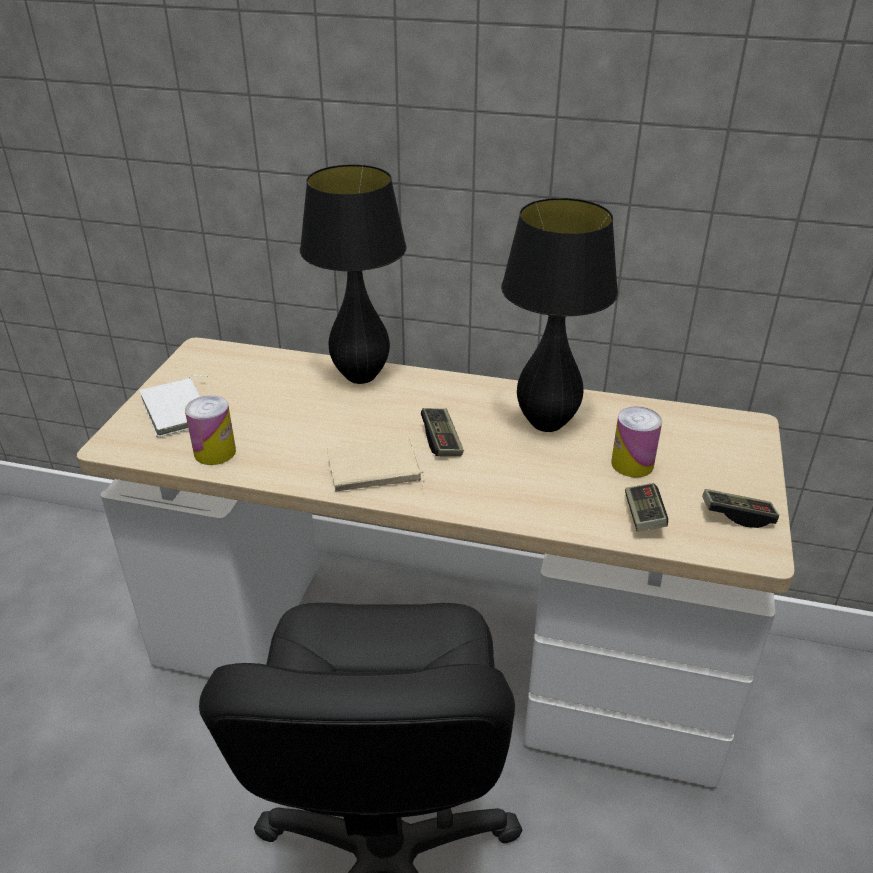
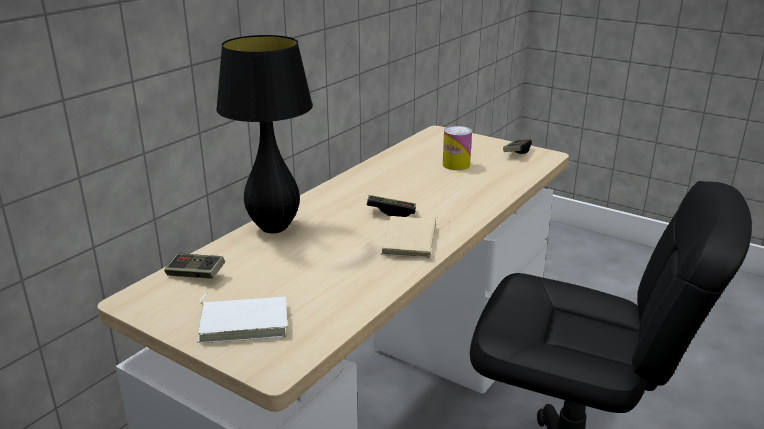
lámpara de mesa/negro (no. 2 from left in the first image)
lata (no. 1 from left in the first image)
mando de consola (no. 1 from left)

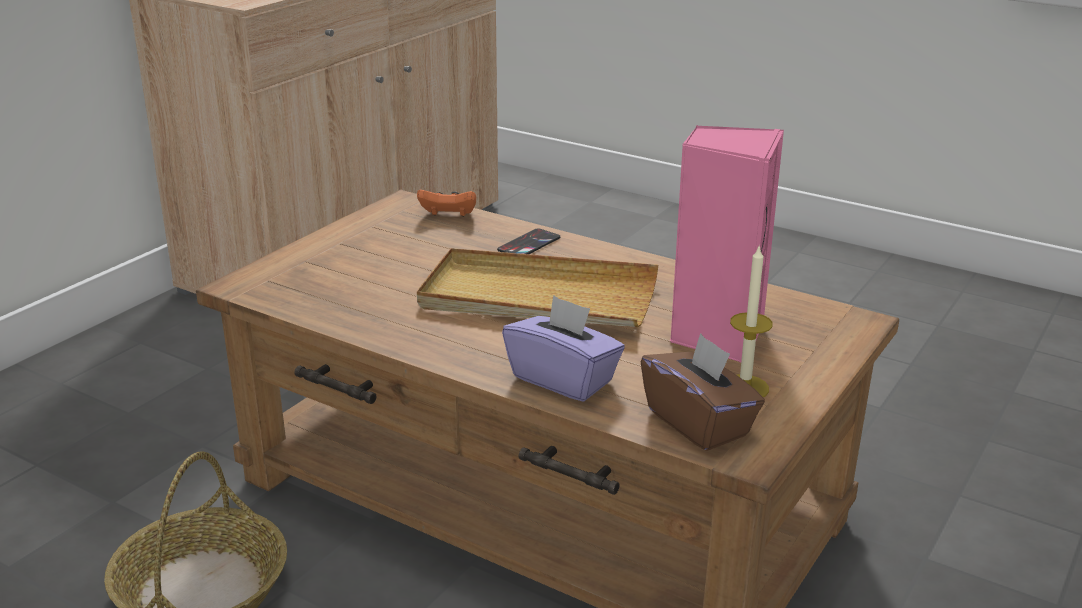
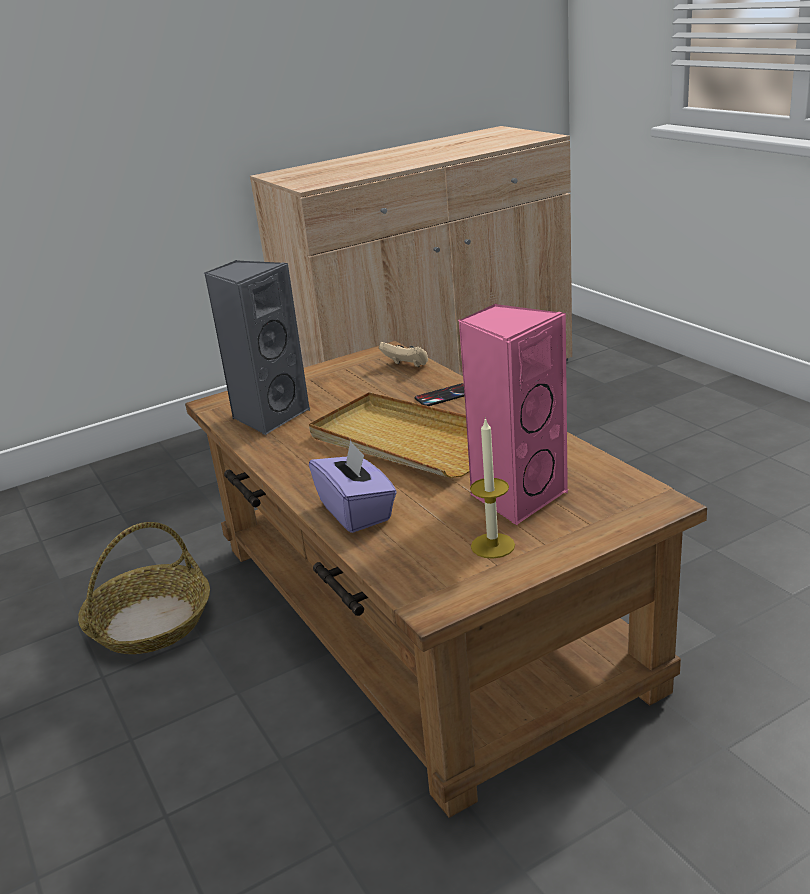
mando de consola/beis
caja de pañuelos/marrón
altavoz/gris

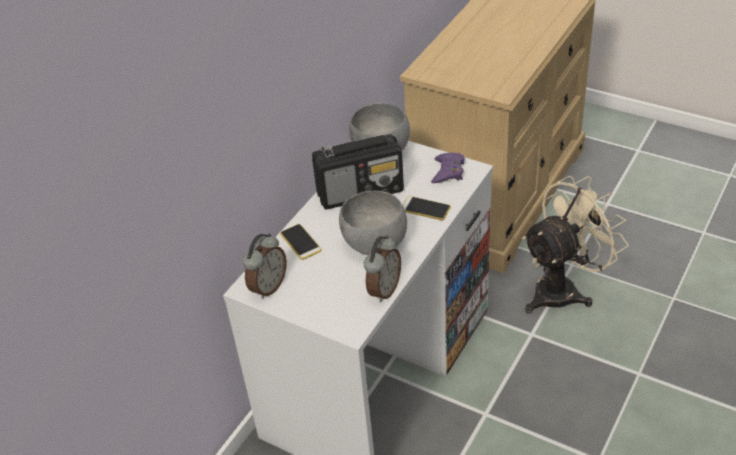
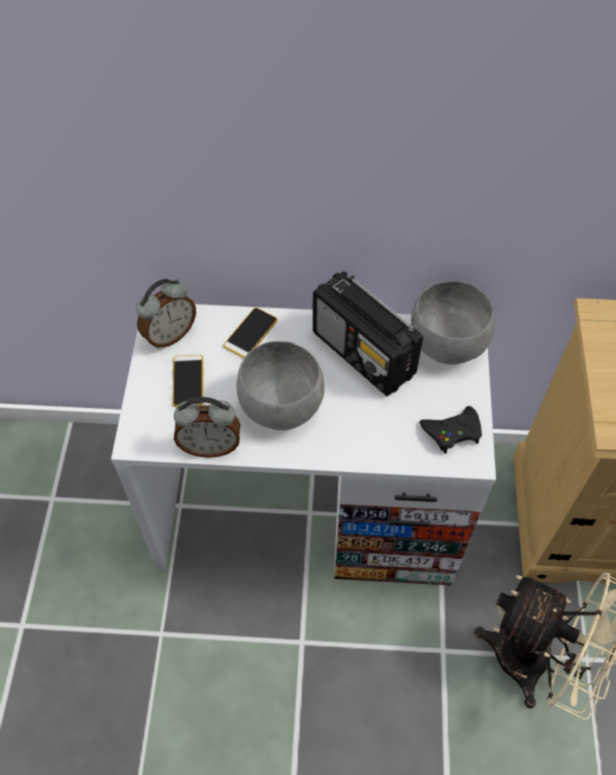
mando de consola/negro
móvil (no. 1 from left)
despertador (no. 1 from left)

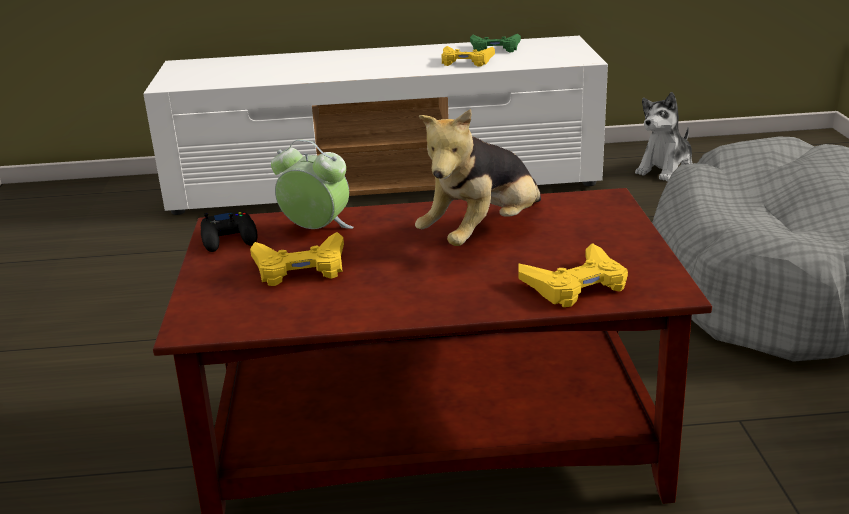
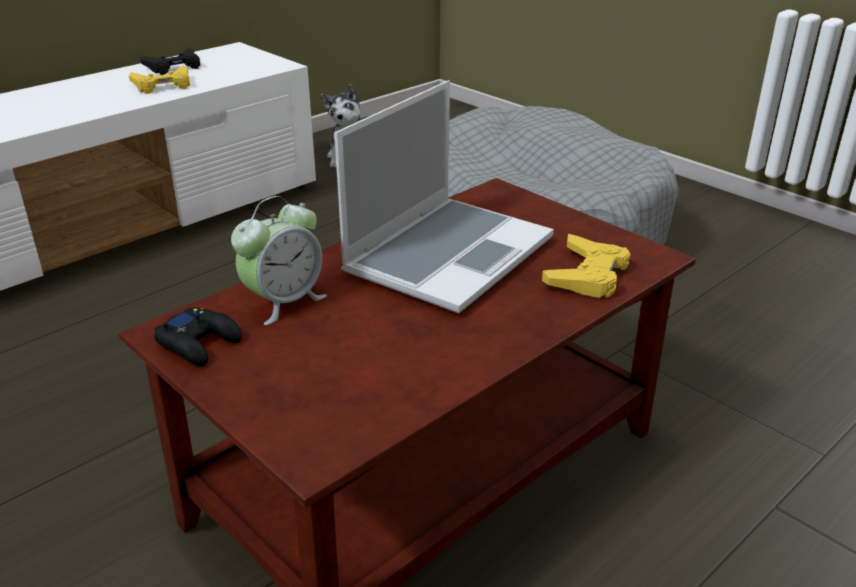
mando de consola/negro (no. 1 from left)
portátil
despertador
mando de consola/amarillo (no. 1 from left in the first image)

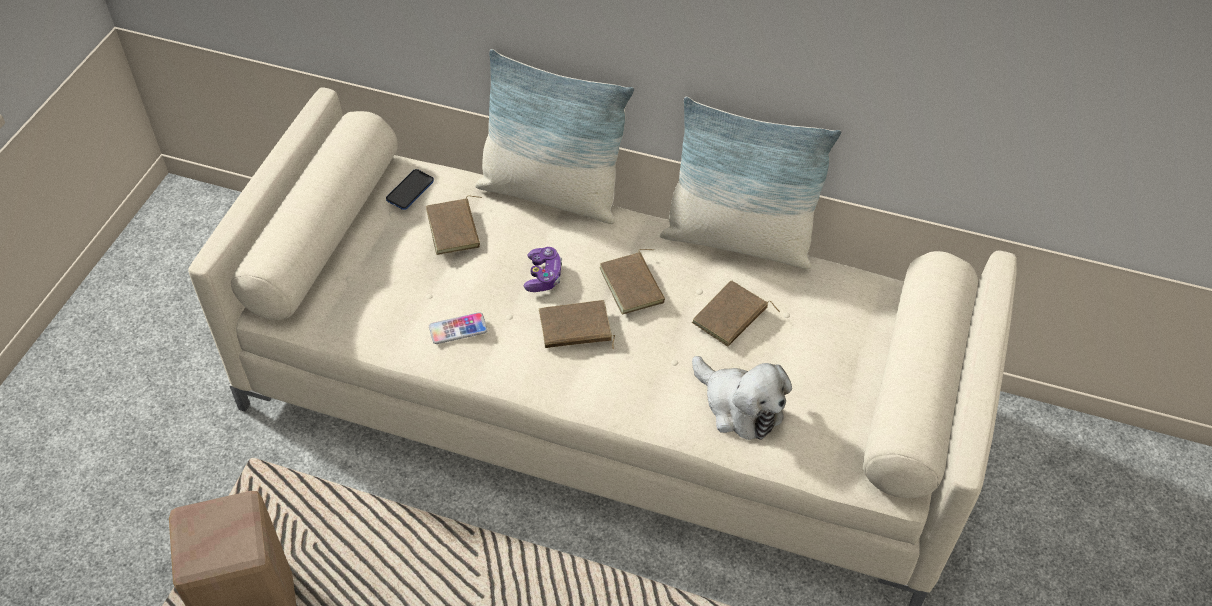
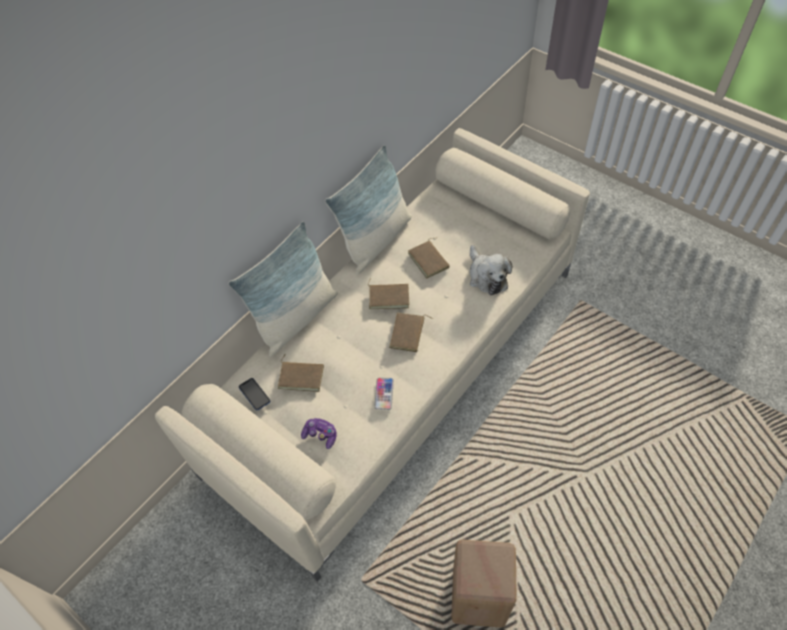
mando de consola
peluche

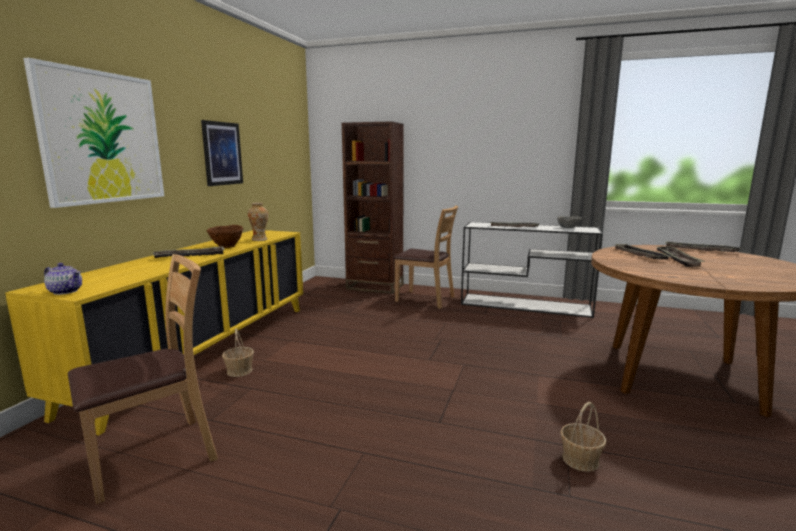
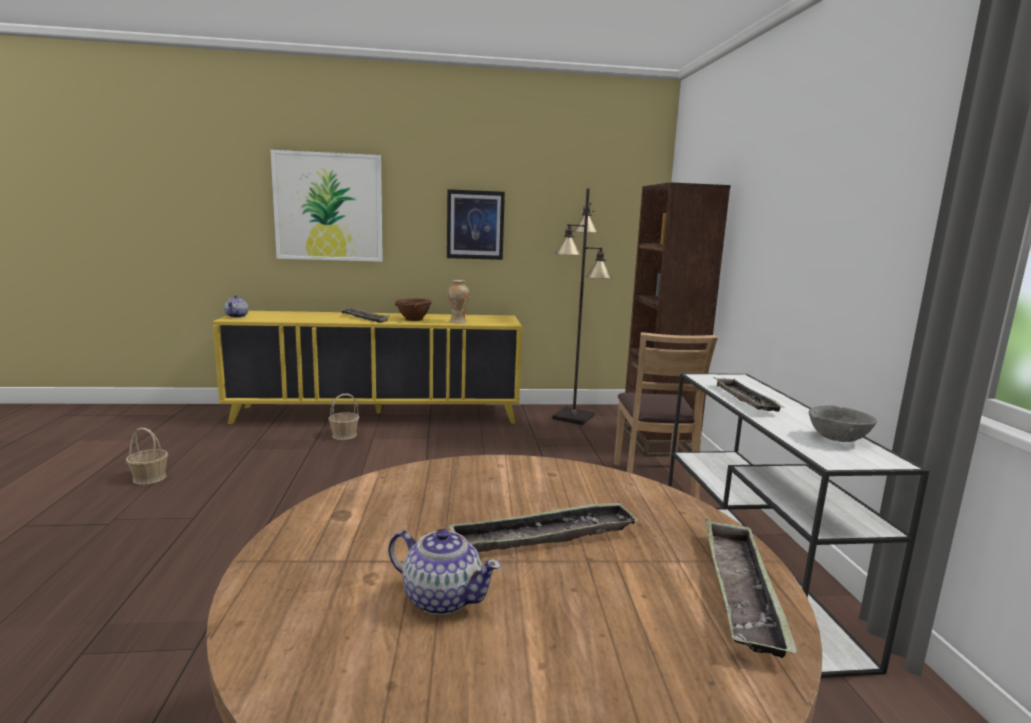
bandeja (no. 3 from left in the first image)
silla/marrón (no. 1 from left in the first image)
cesta (no. 1 from left)
lámpara de pie/negro
tetera (no. 2 from left)

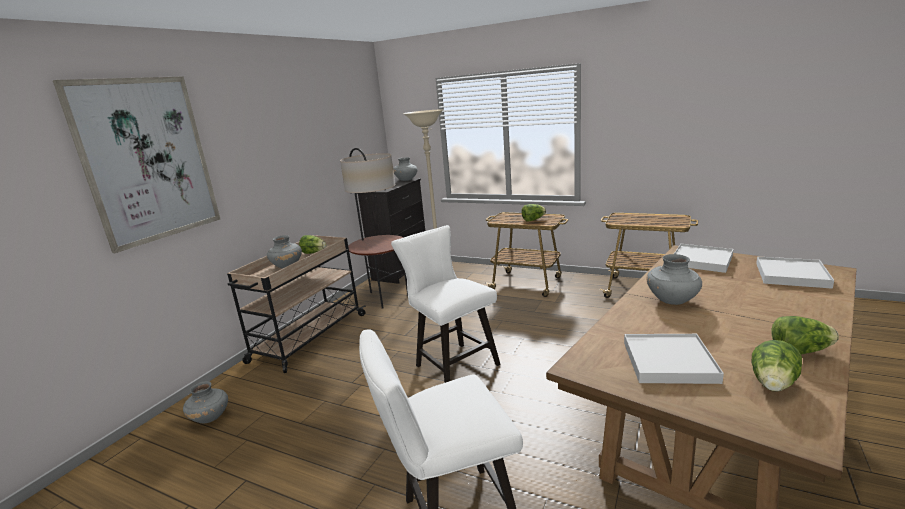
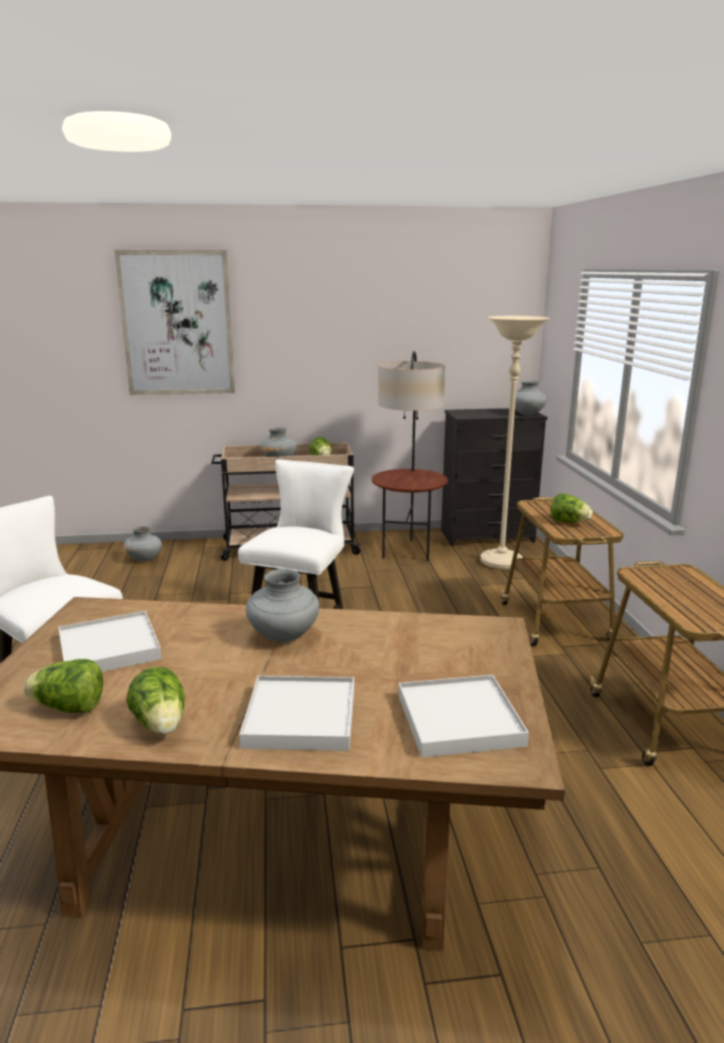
bandeja/blanco (no. 2 from left)

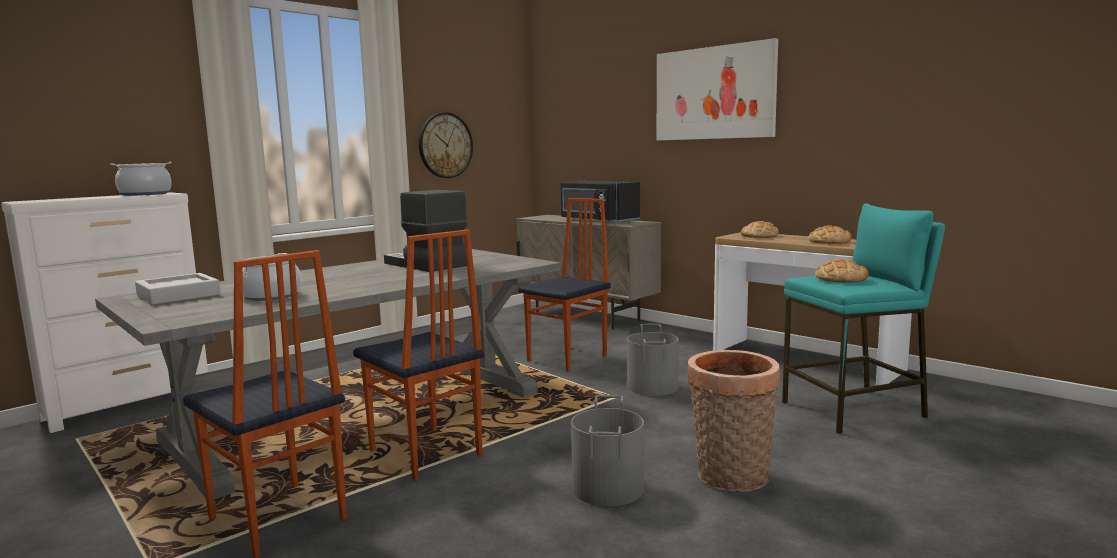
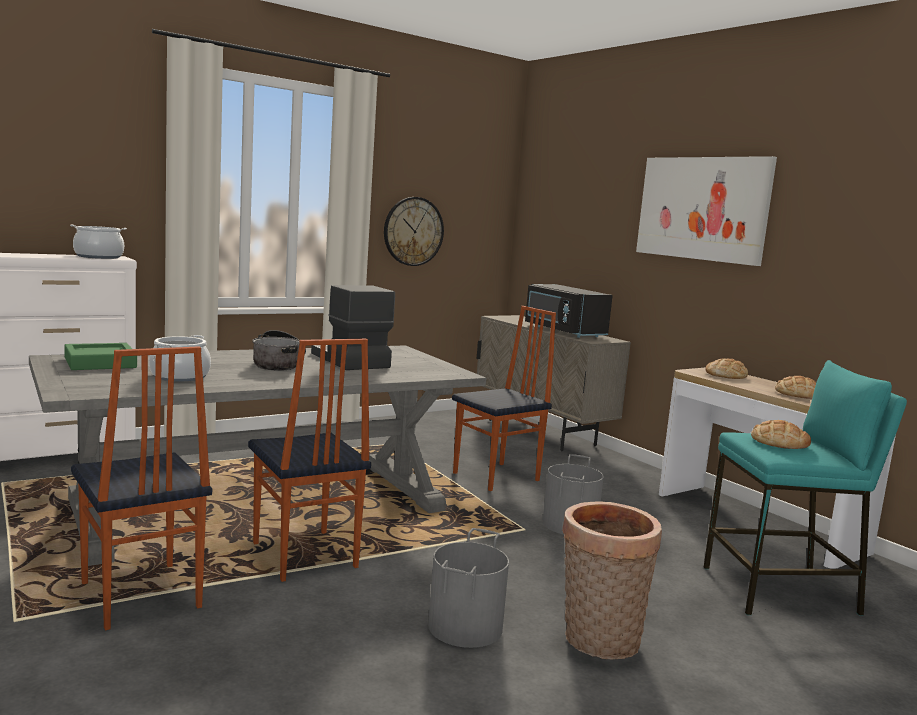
bandeja/verde
olla (no. 3 from left)

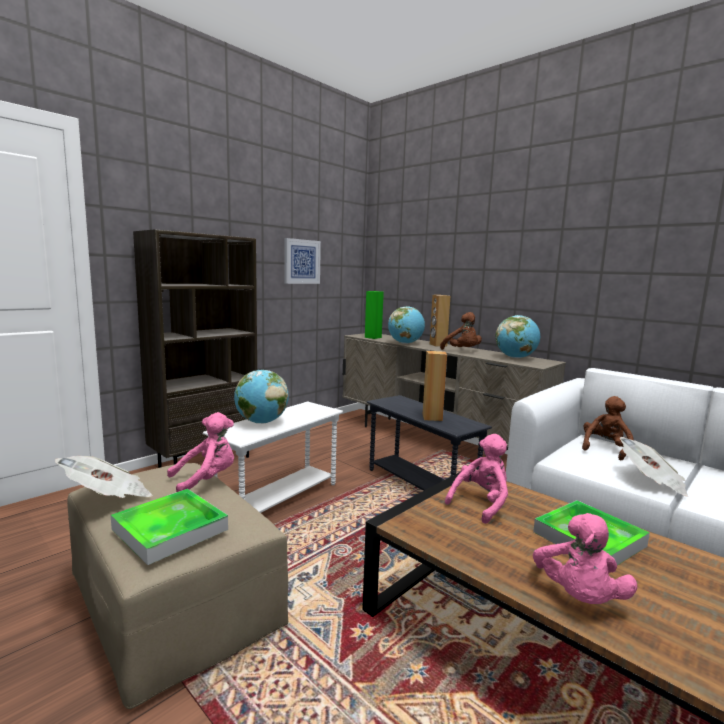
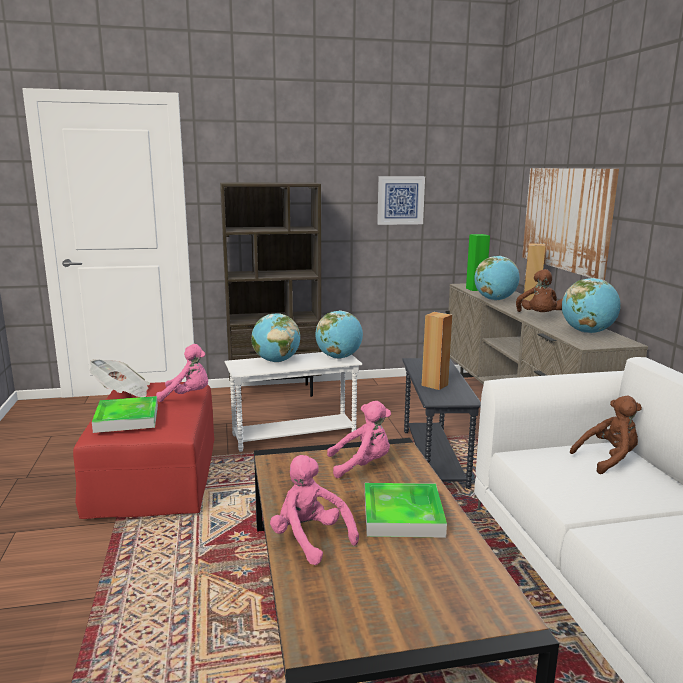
periódico (no. 2 from left in the first image)
puf/rojo
peluche/rosa (no. 2 from left)
cuadro (no. 2 from left)
globo terráqueo (no. 2 from left)

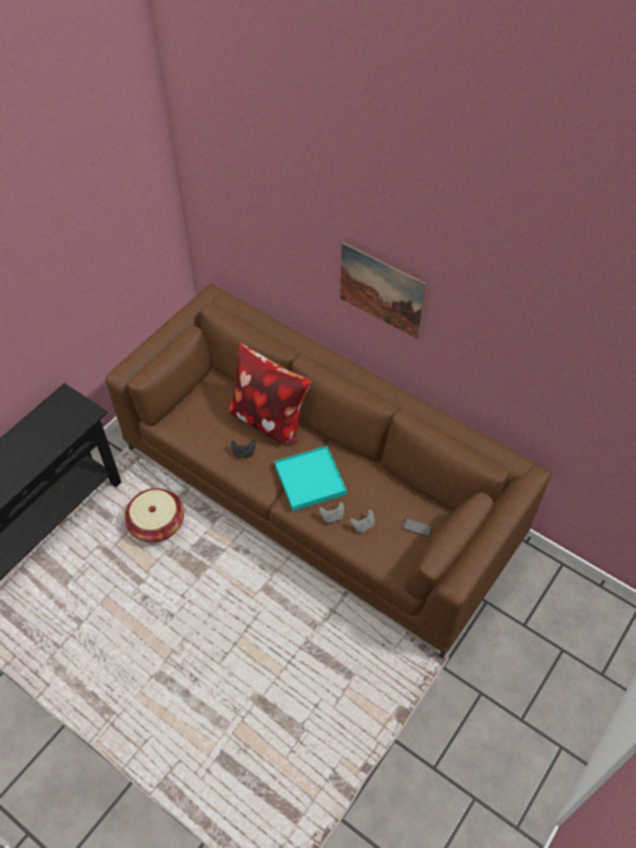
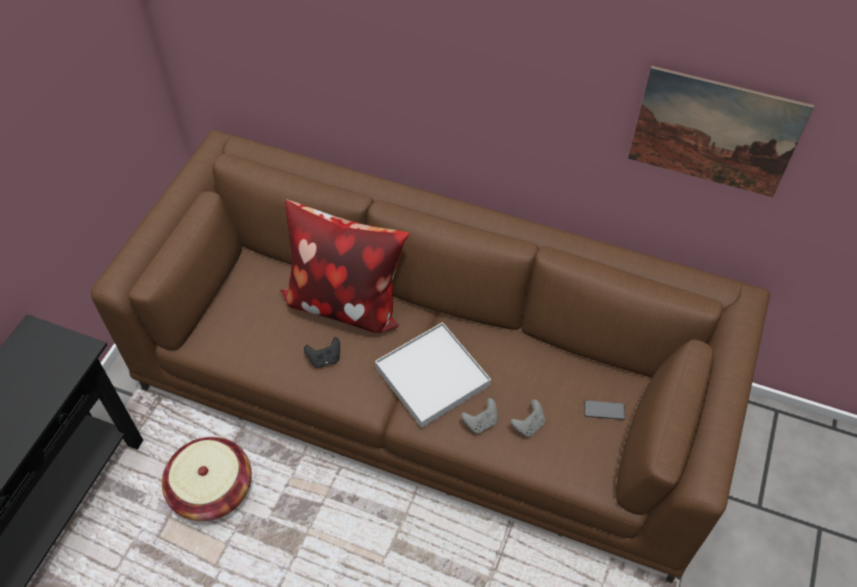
cuadro
bandeja/blanco

